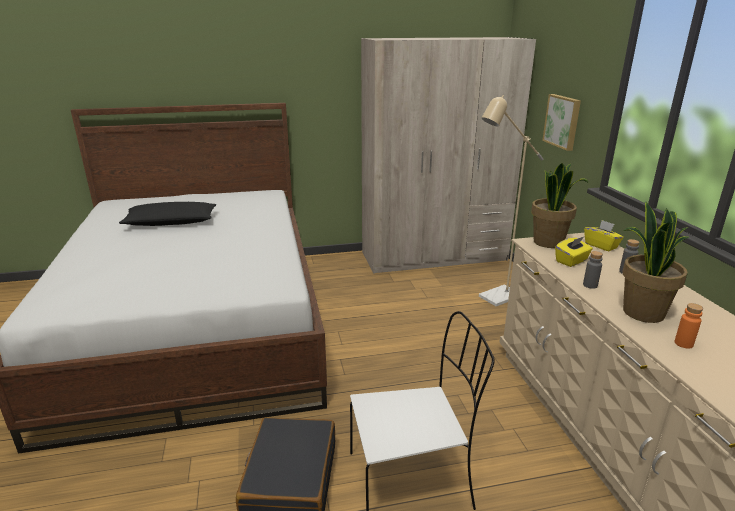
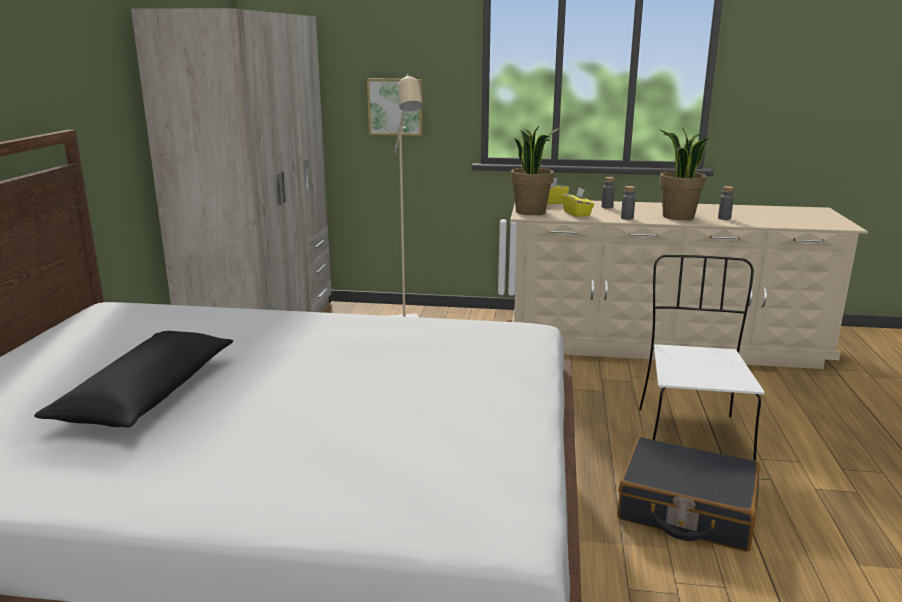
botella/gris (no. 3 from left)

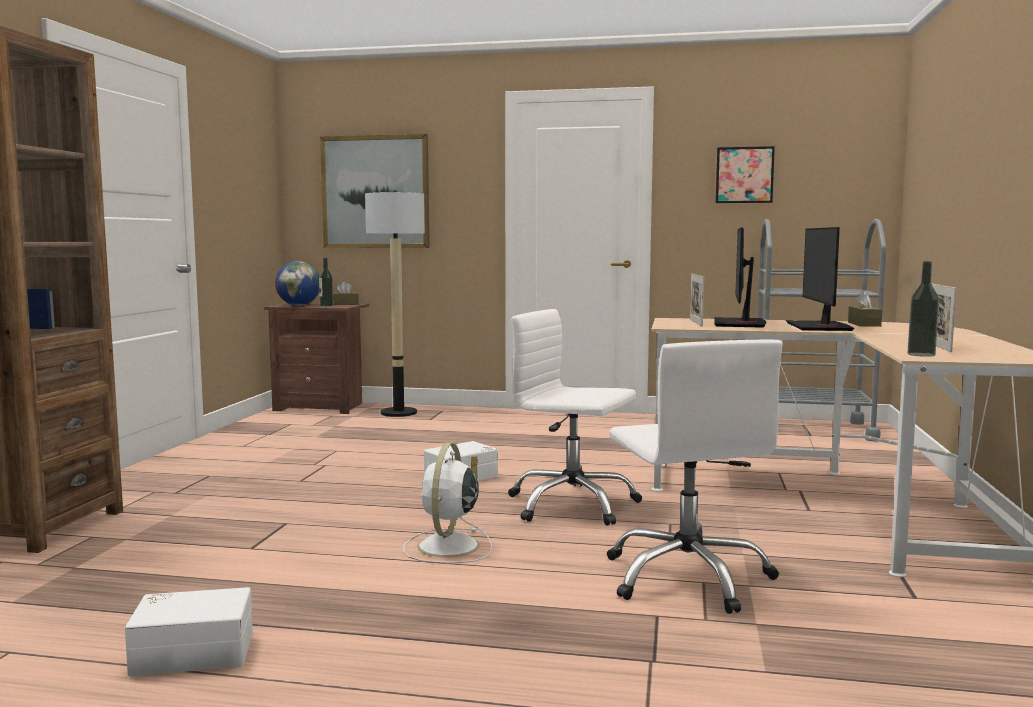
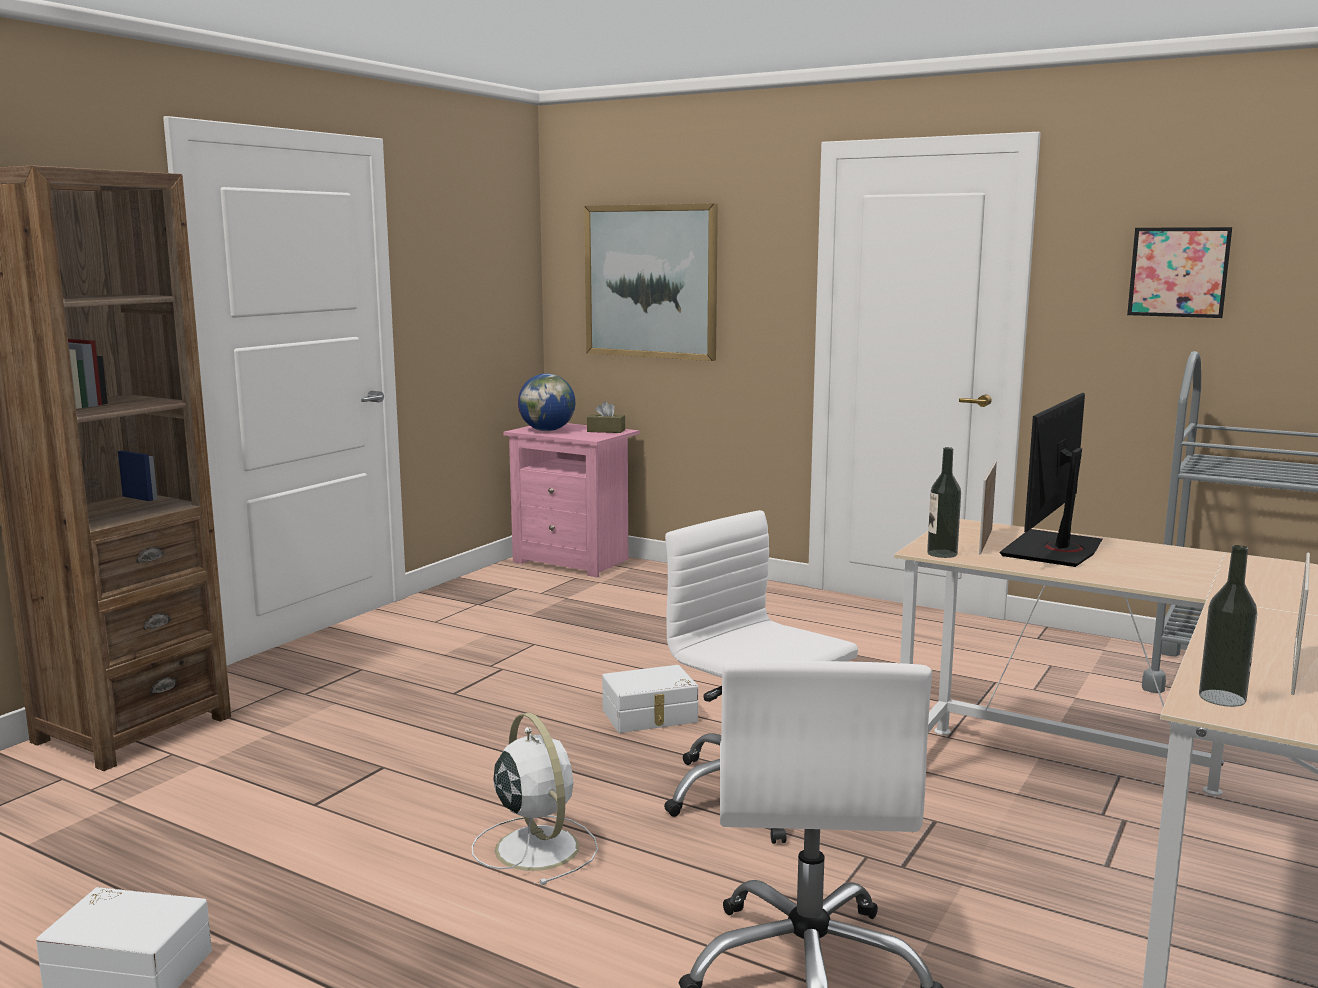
lámpara de pie
monitor (no. 2 from left in the first image)
botella (no. 1 from left)
caja de pañuelos/marrón (no. 2 from left in the first image)
mesita de noche/rosa
ventilador/blanco

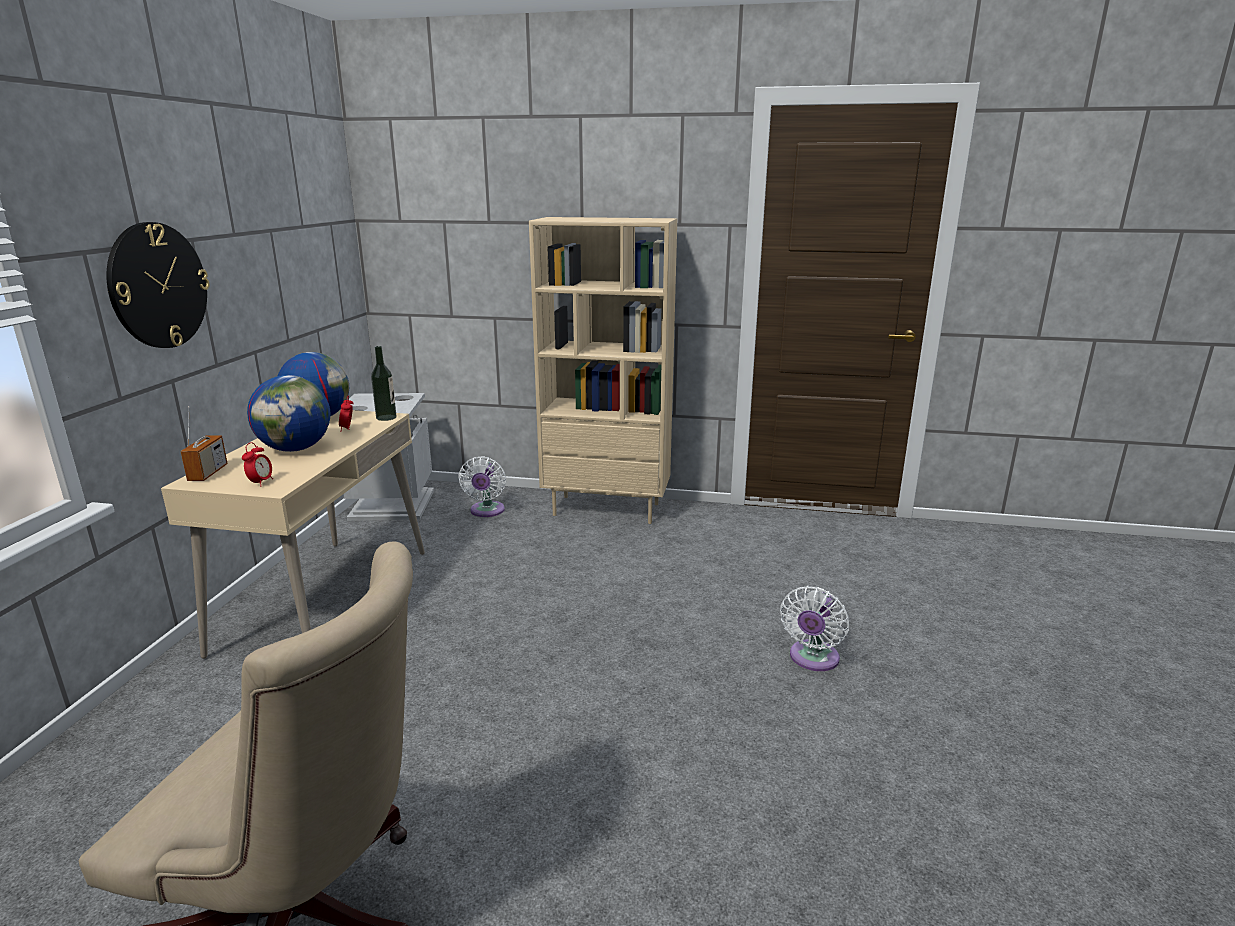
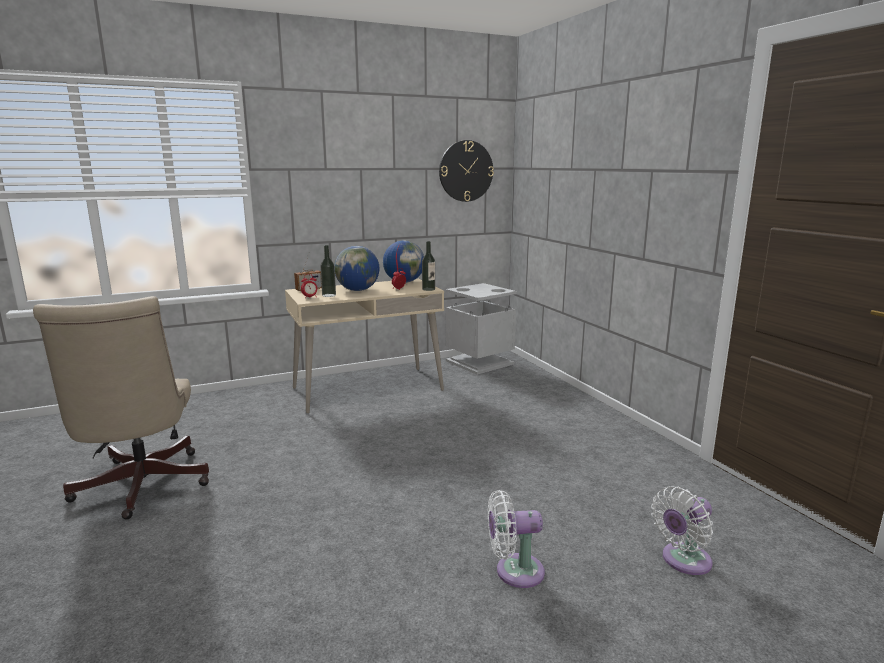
estantería/beis
reloj de pared
ventilador/blanco (no. 2 from left)
botella (no. 1 from left)

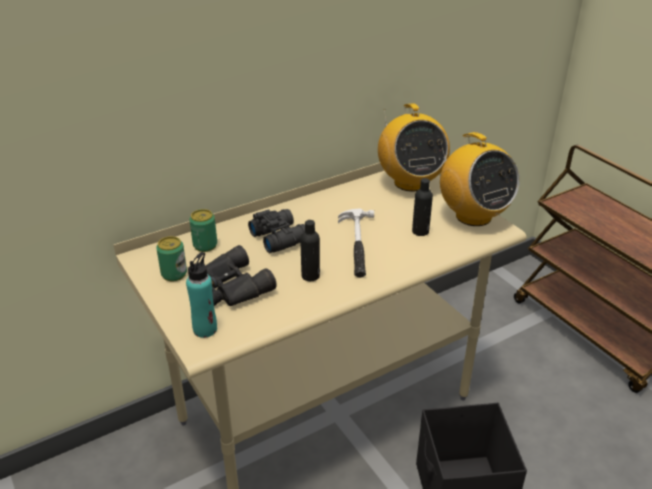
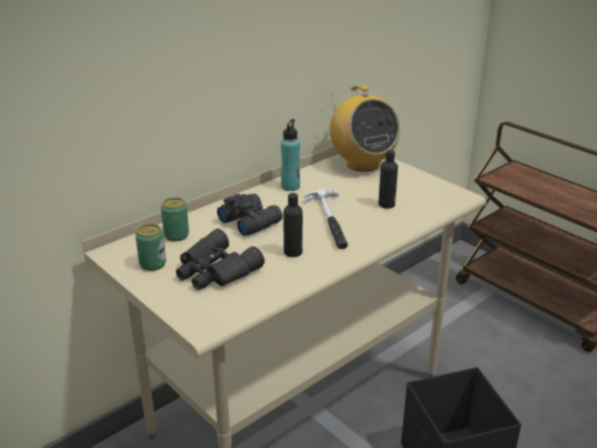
radio (no. 2 from left in the first image)
botella/turquesa

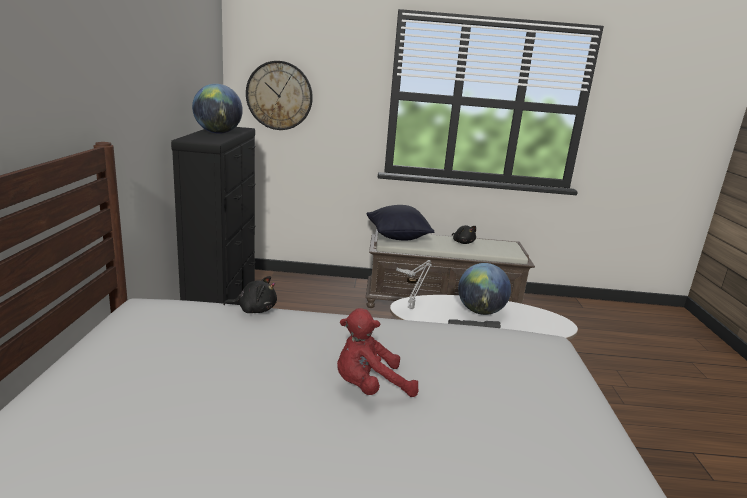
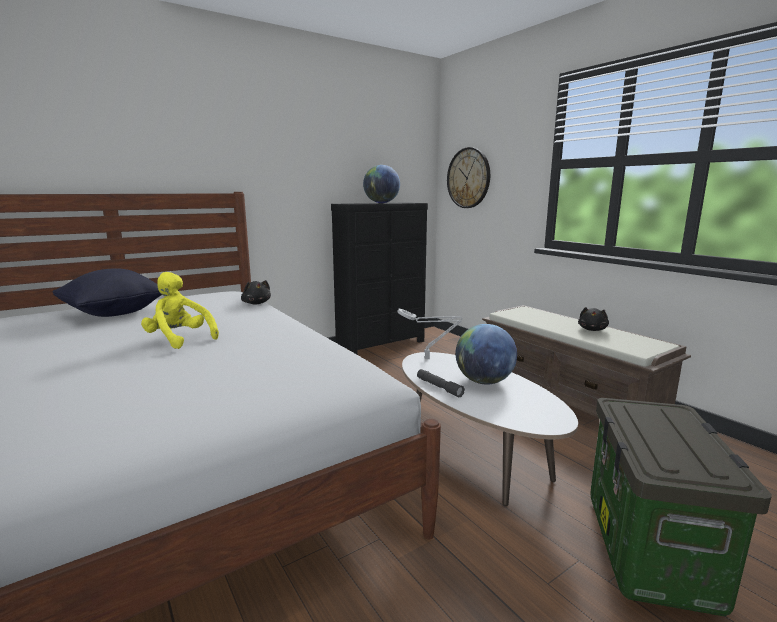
cojín/negro
peluche/amarillo
caja de almacenaje

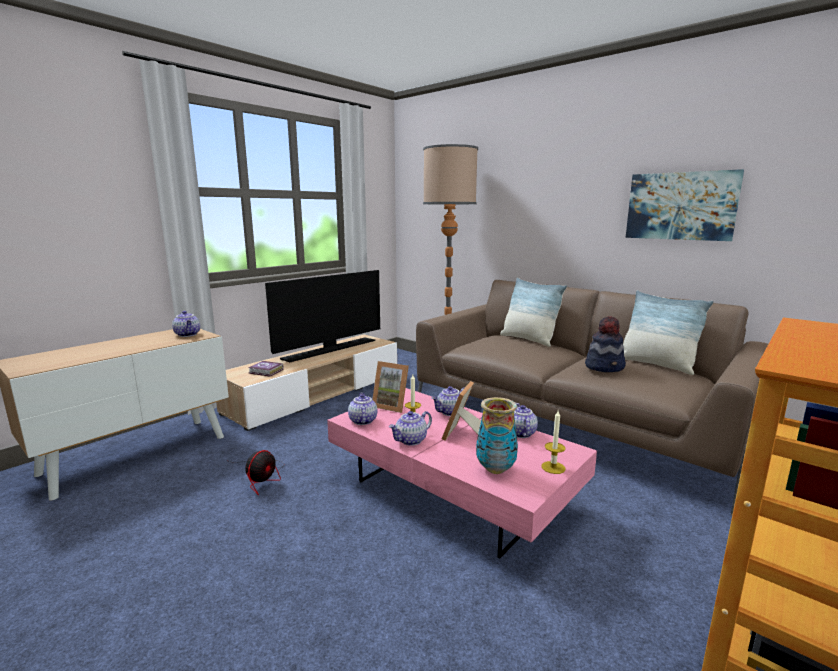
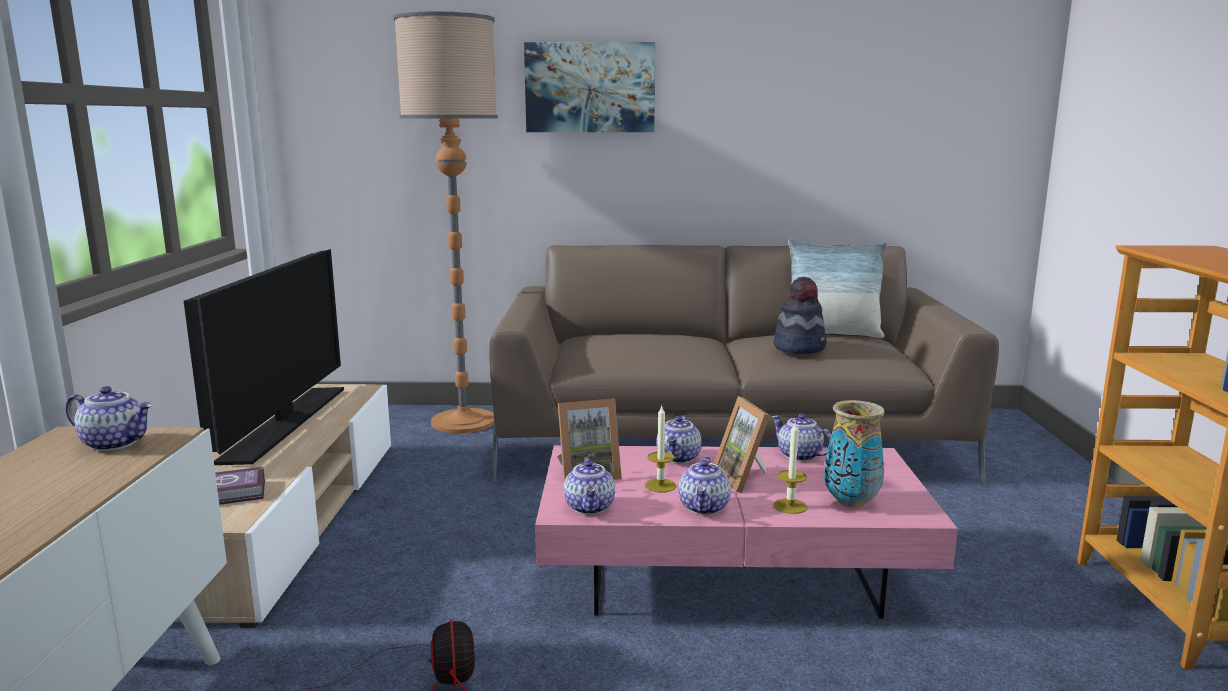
cuadro
cojín (no. 1 from left in the first image)
tetera (no. 2 from left)
vela (no. 2 from left)

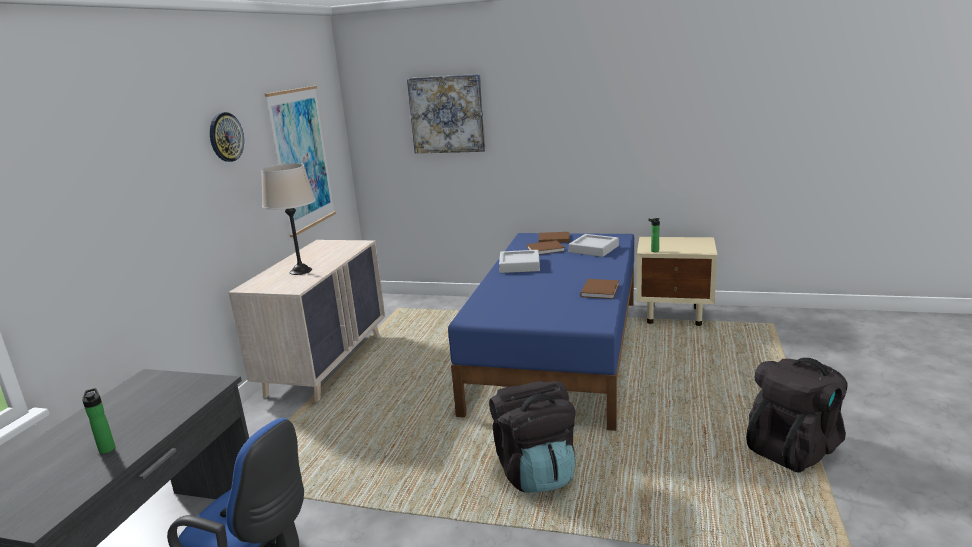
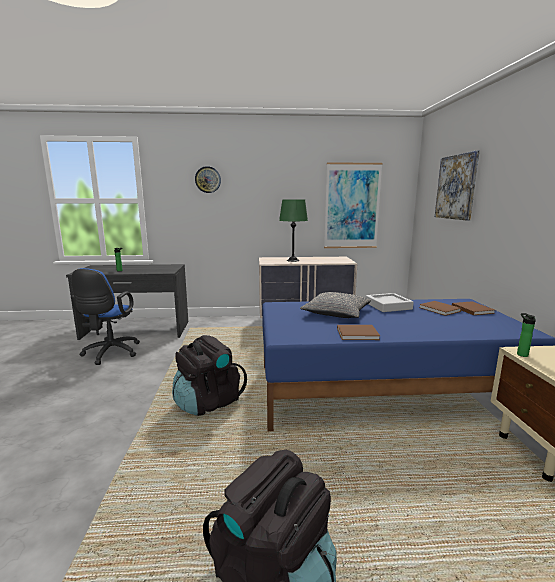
reloj de pared
lámpara de mesa/verde
bandeja/gris (no. 2 from left in the first image)
cojín/gris

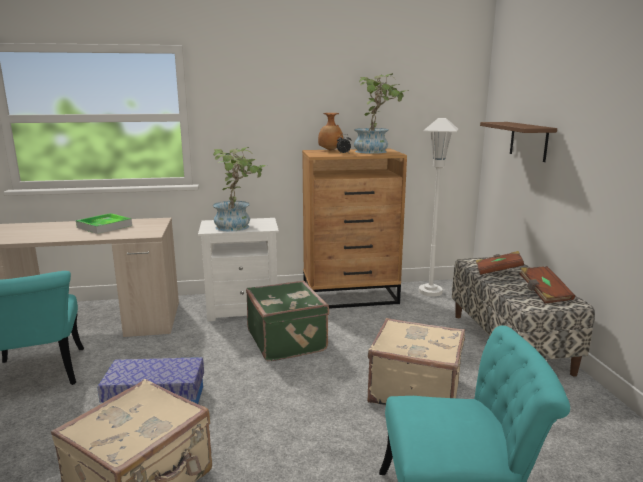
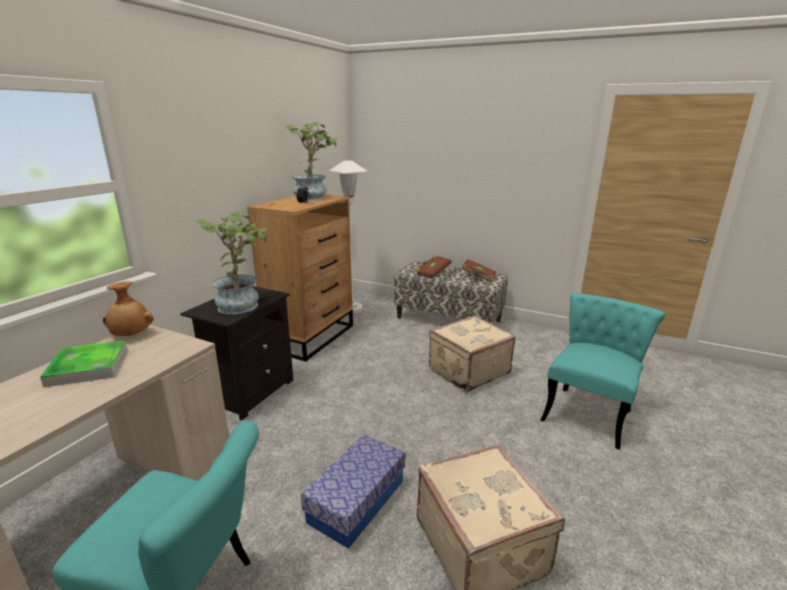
florero/marrón
estante/marrón
mesita de noche/negro
maleta/verde

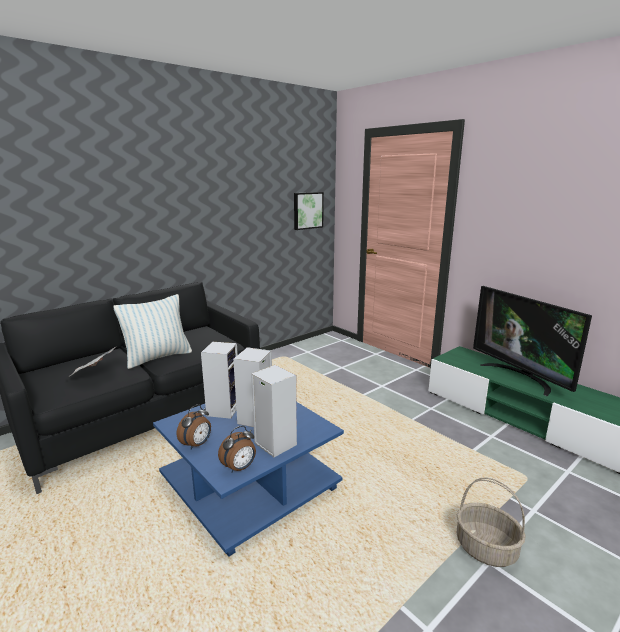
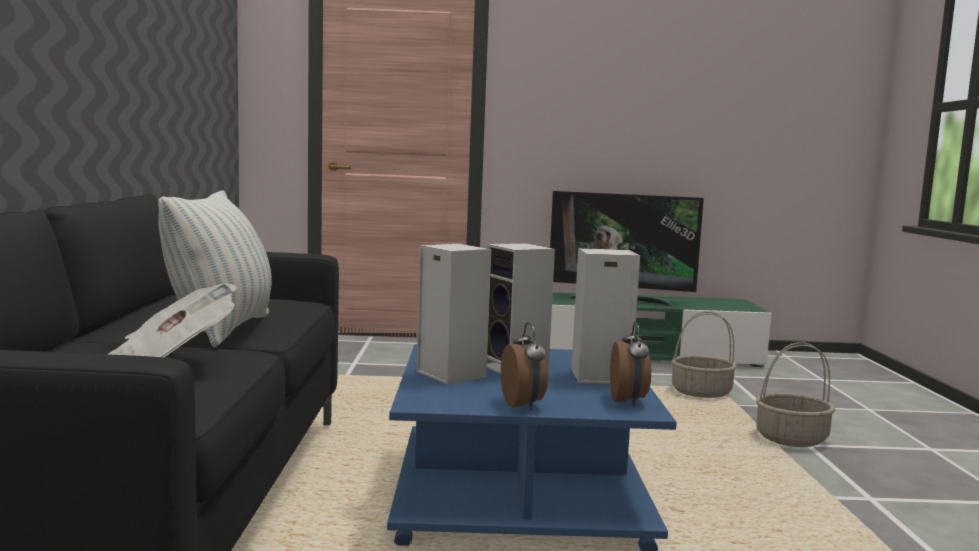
cuadro
cesta (no. 1 from left)

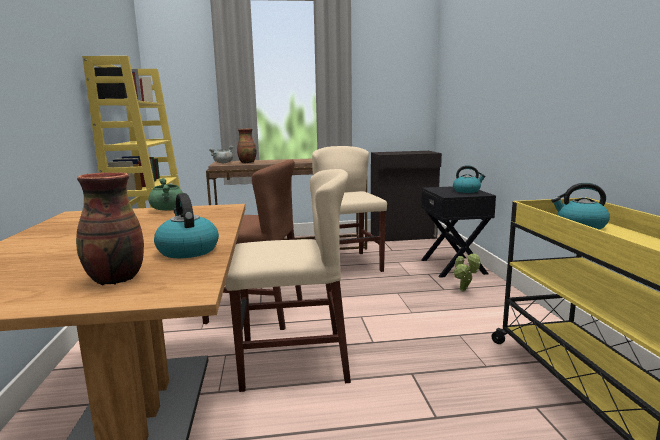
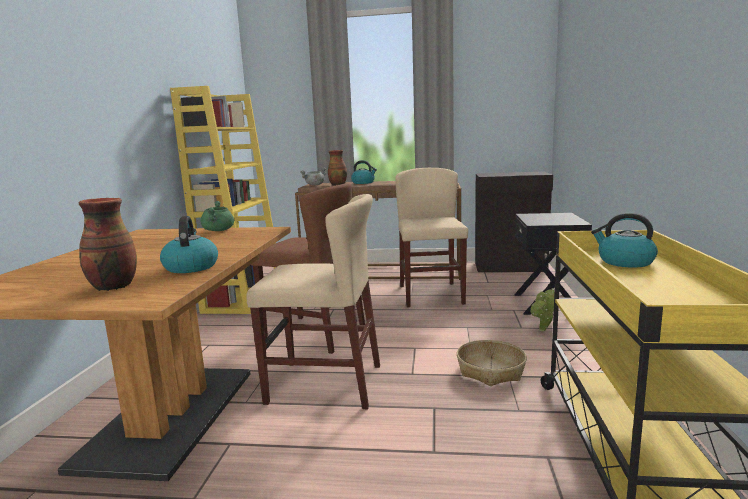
hervidor (no. 2 from left)
cesta

